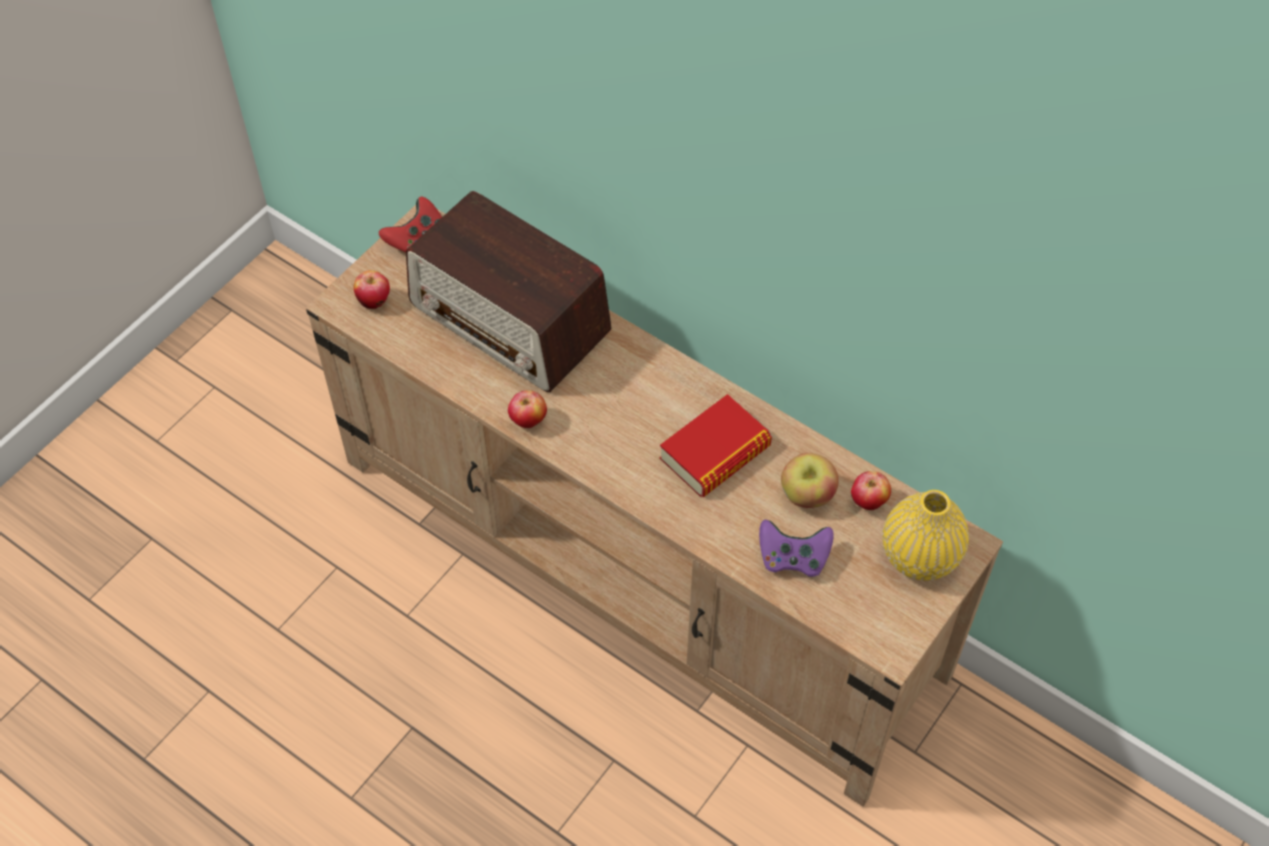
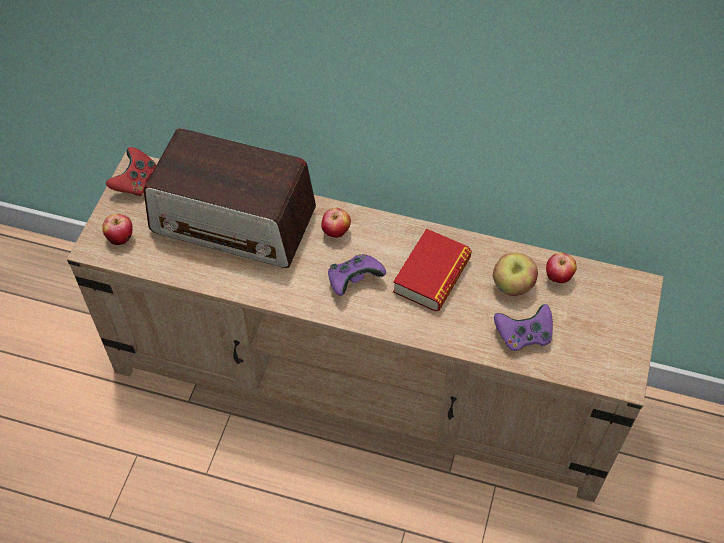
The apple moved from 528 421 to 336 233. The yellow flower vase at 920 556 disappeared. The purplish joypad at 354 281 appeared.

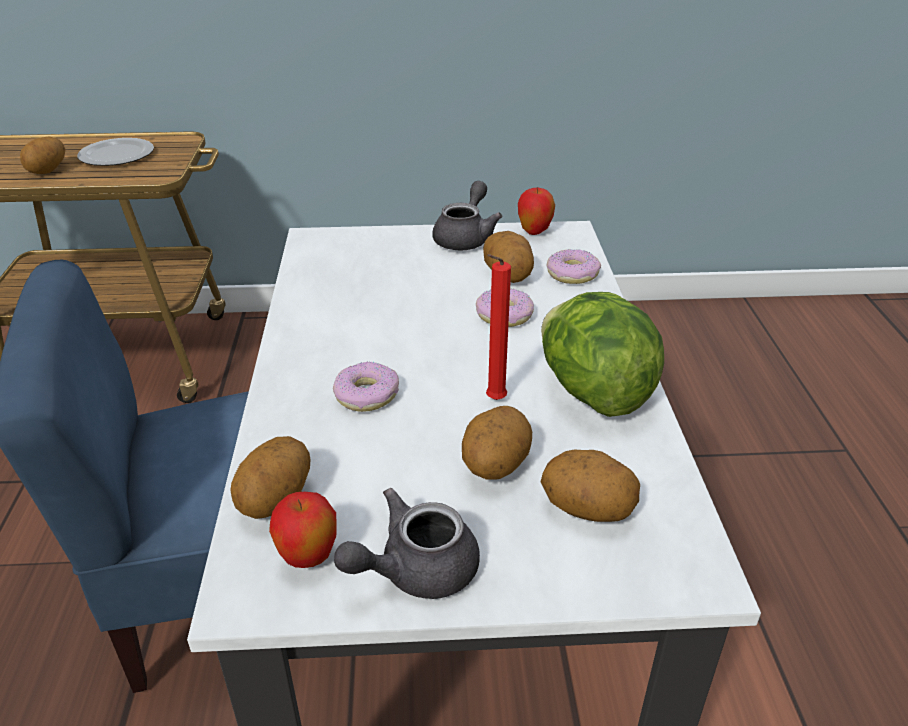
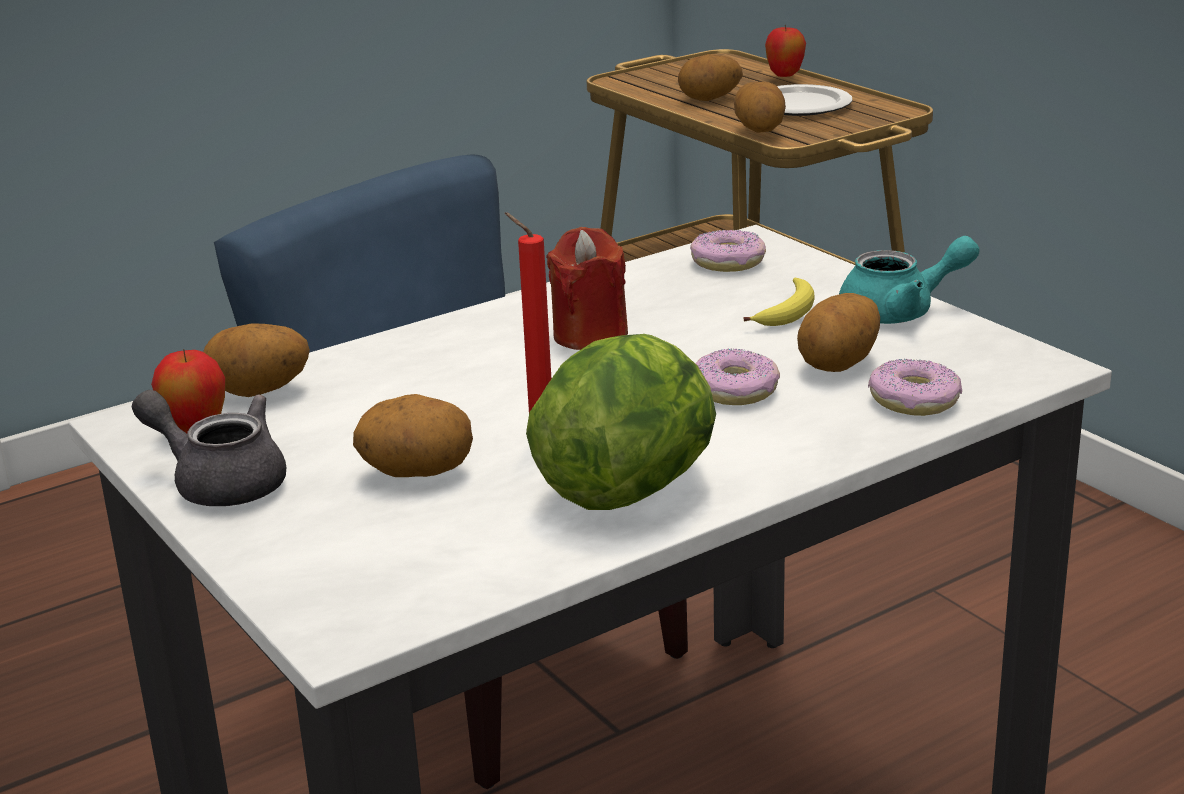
The donut moved from 366 395 to 727 262. The greyish pot for tea at 466 237 became the turquoise-coloured pot for tea at 900 312. The apple moved from 534 232 to 785 76. The whole potato moved from 587 509 to 760 130. The red candle at 590 335 appeared. The whole banana at 787 312 appeared.

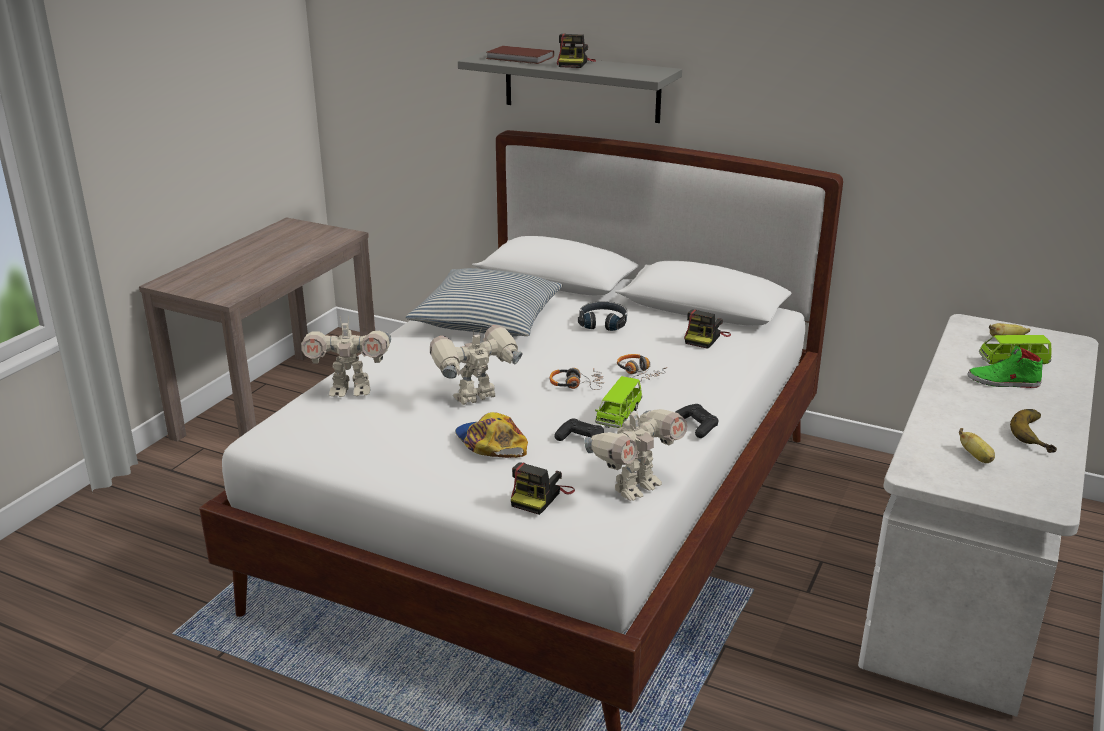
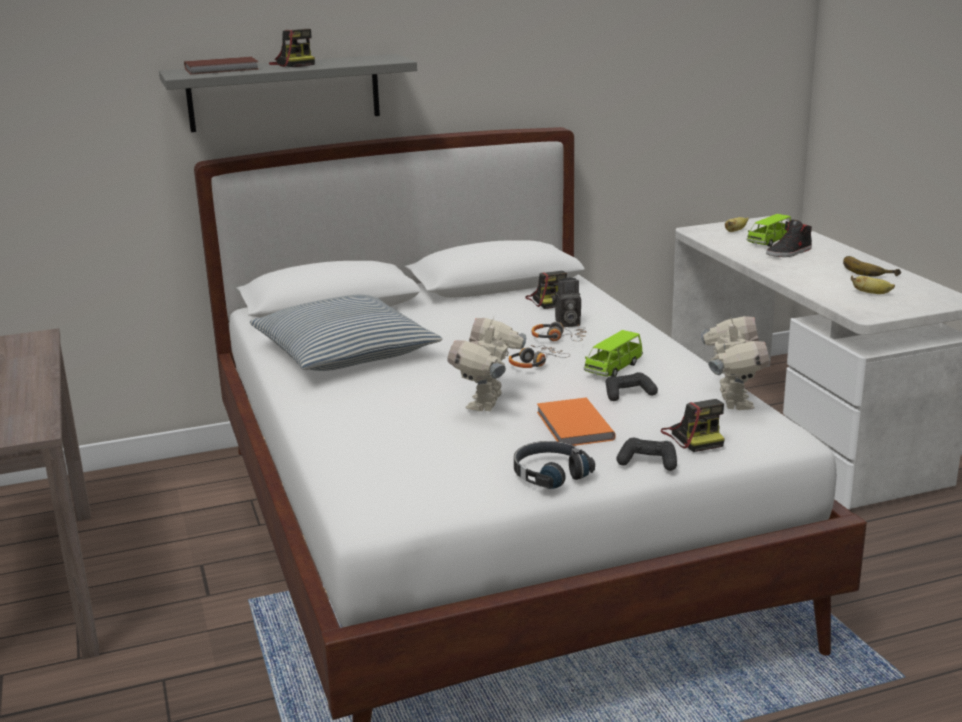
The toy robot at 350 390 disappeared. The cap at 490 444 was replaced by the orange book at 573 426. The black-coloured headphones moved from 603 322 to 549 473. The green-coloured model car at 618 415 turned 60 degrees clockwise. The black-coloured joypad moved from 696 426 to 648 462. The green-coloured shoe at 1003 382 became the black-coloured shoe at 789 252. The still camera at 566 324 appeared.

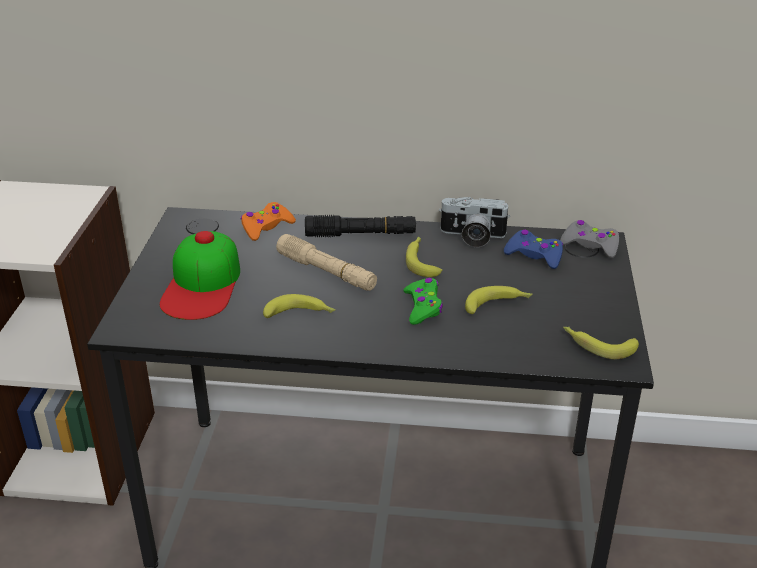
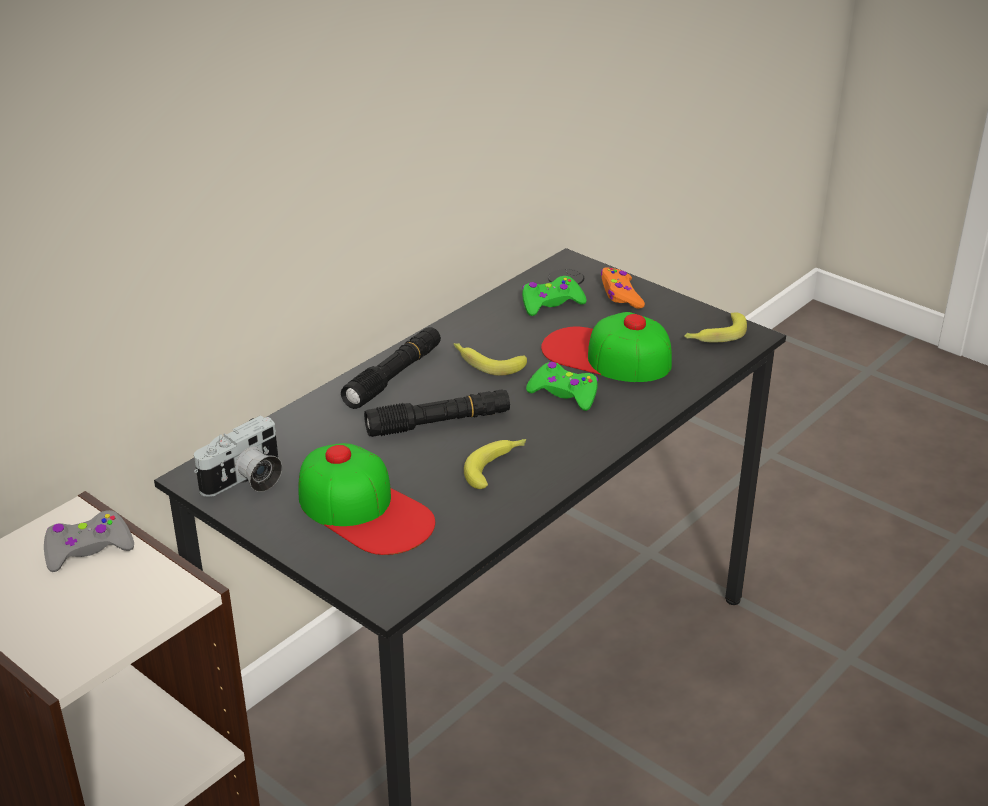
The orange joypad moved from 266 227 to 620 295. The sand-coloured flashlight at 326 272 became the black-coloured flashlight at 438 423. The still camera moved from 472 237 to 246 481. The whole banana at 498 305 was replaced by the cap at 606 355. The blue joypad at 534 255 became the green-coloured joypad at 551 303. The greyish joypad moved from 590 245 to 88 549.

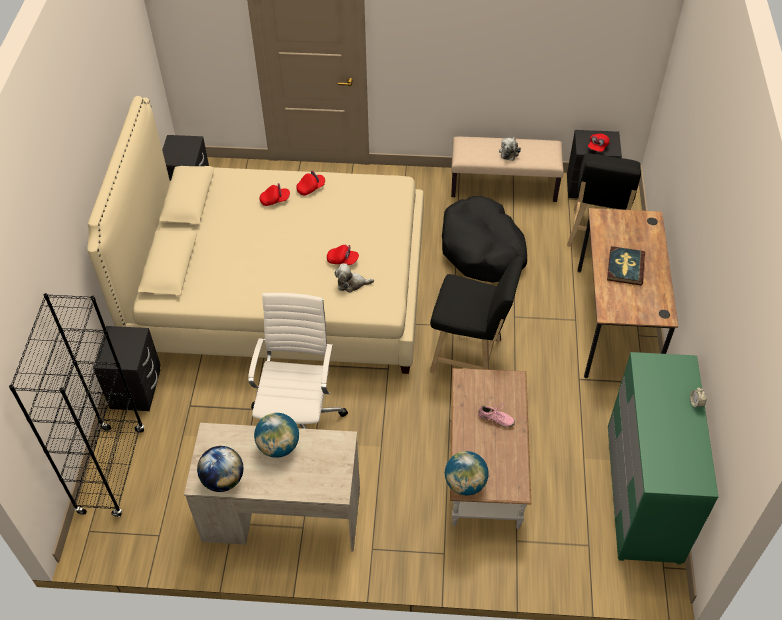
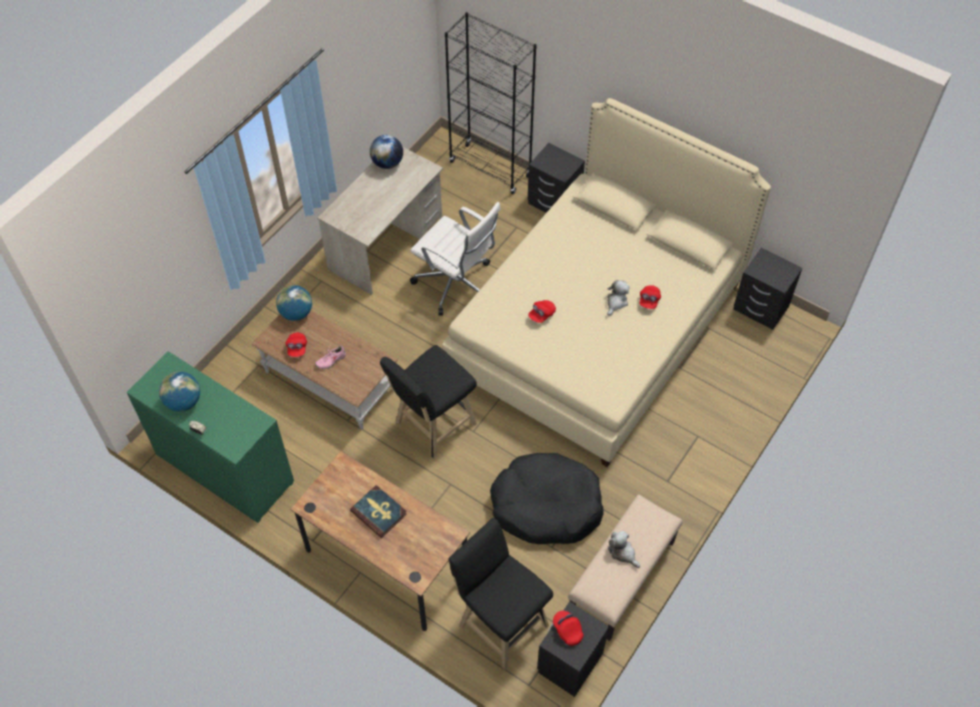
The desk globe moved from 278 446 to 183 402. The red cap moved from 311 188 to 297 348. The plush toy moved from 352 284 to 616 302.

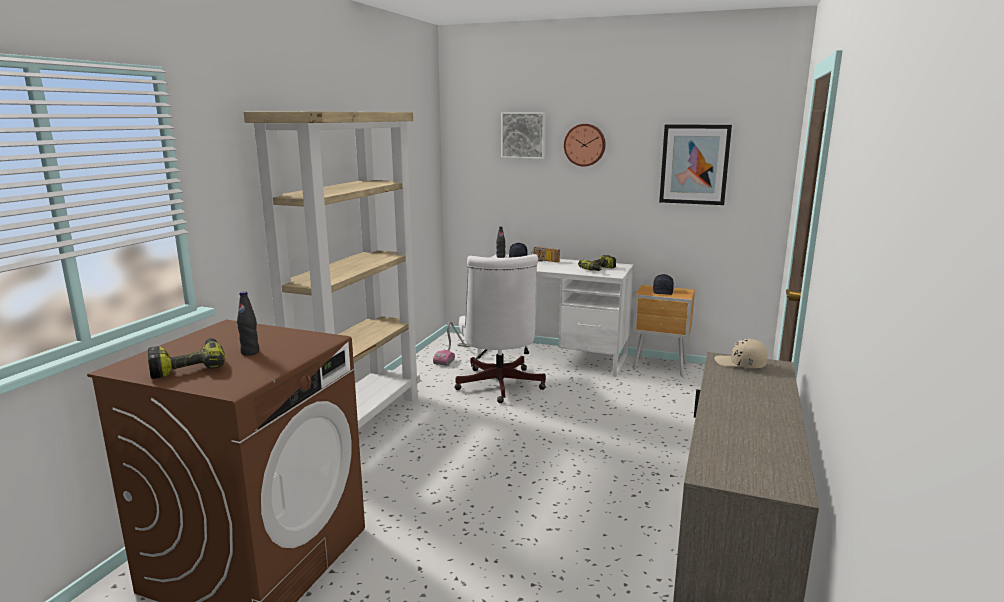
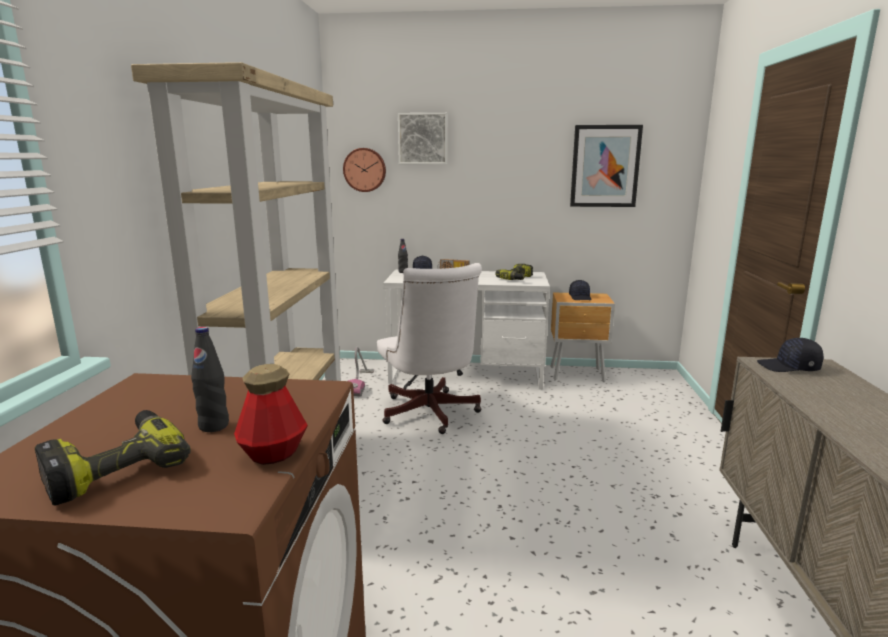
The clock on the wall moved from 585 145 to 365 170. The sand-coloured cap at 740 364 became the black-coloured cap at 789 367. The drink bottle at 273 453 appeared.

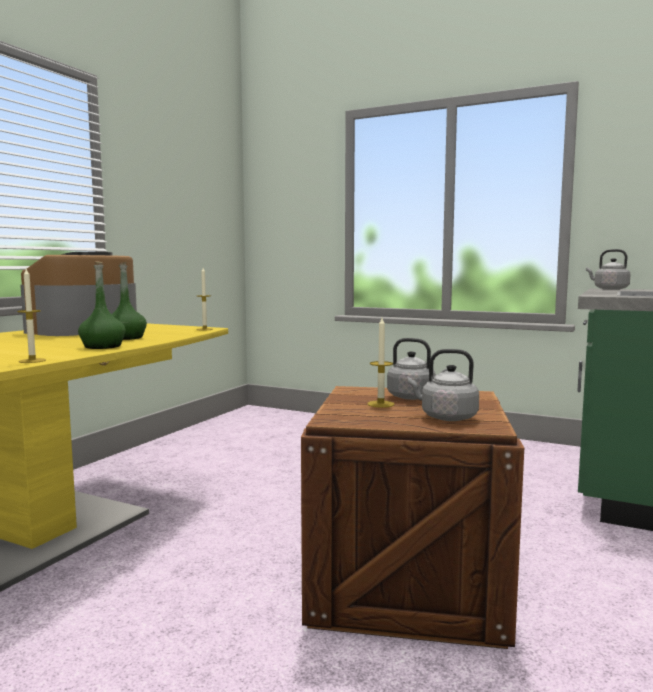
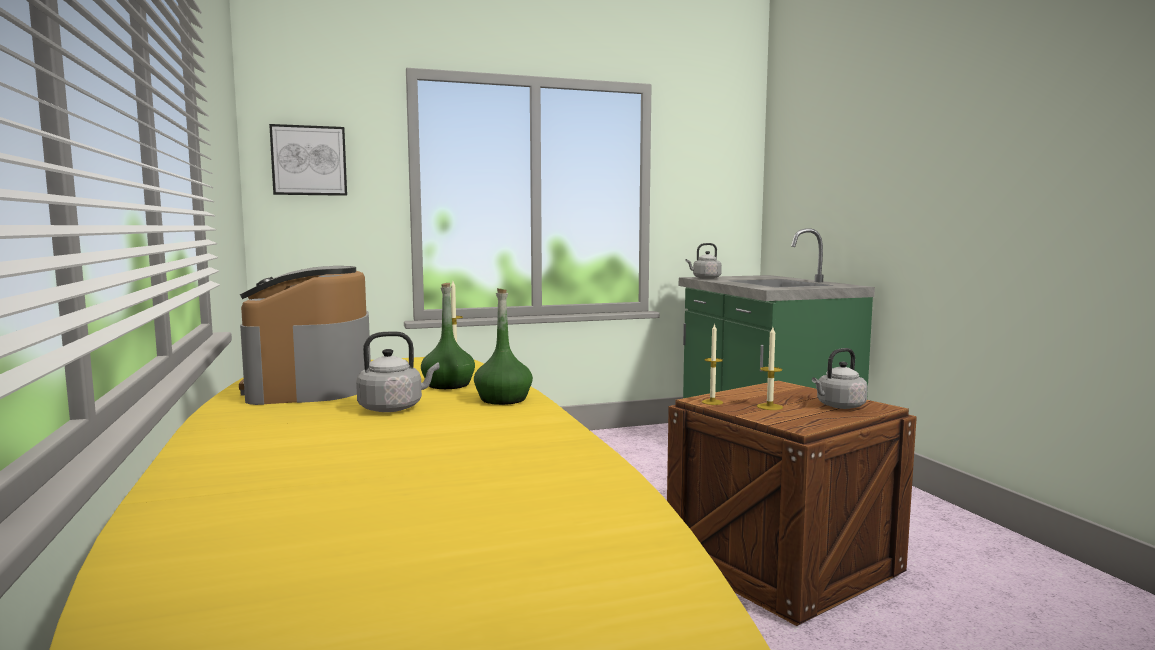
The candle moved from 32 361 to 712 402. The greyish water kettle moved from 414 397 to 394 408. The wall picture at 309 160 appeared.

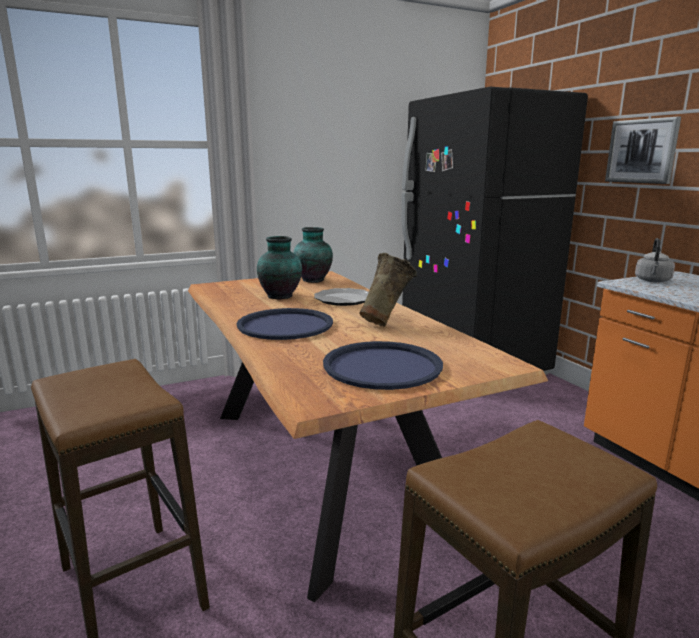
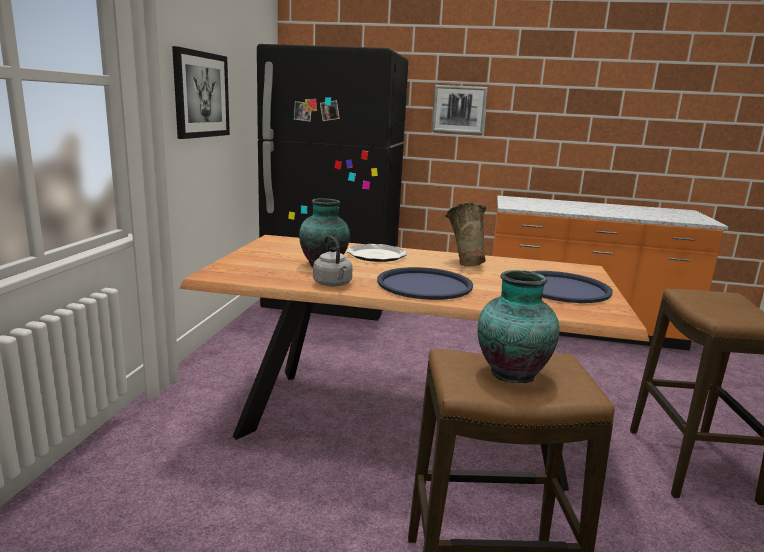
The flower vase moved from 313 280 to 510 373. The greyish water kettle moved from 652 281 to 333 284. The wall picture at 201 95 appeared.

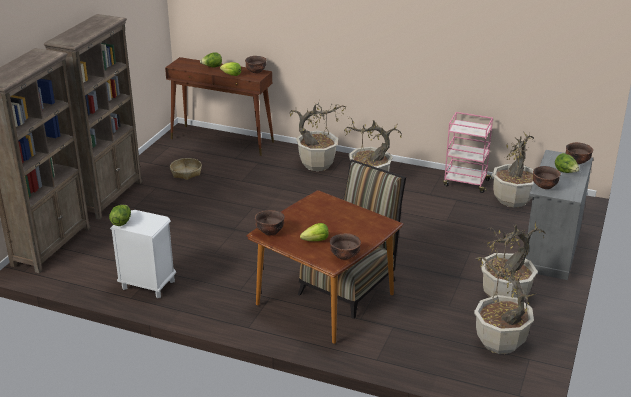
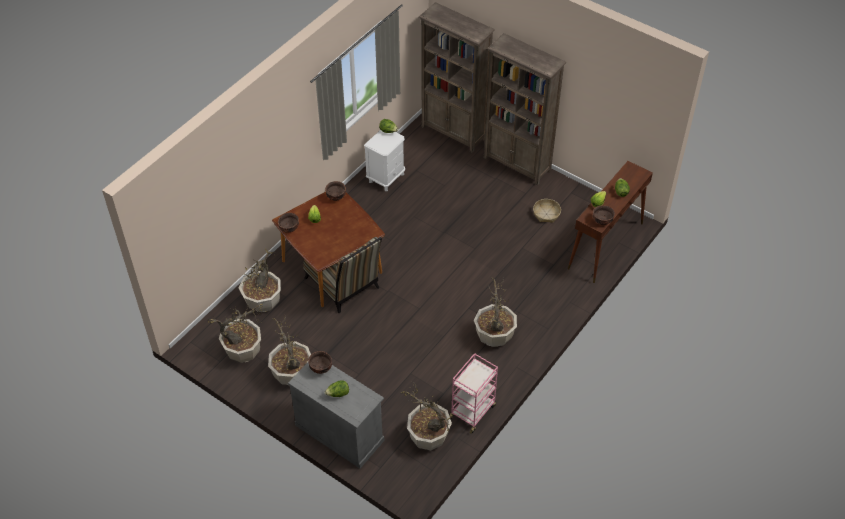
The potted plant moved from 317 164 to 263 302. The brown serving bowl at 577 161 disappeared.

